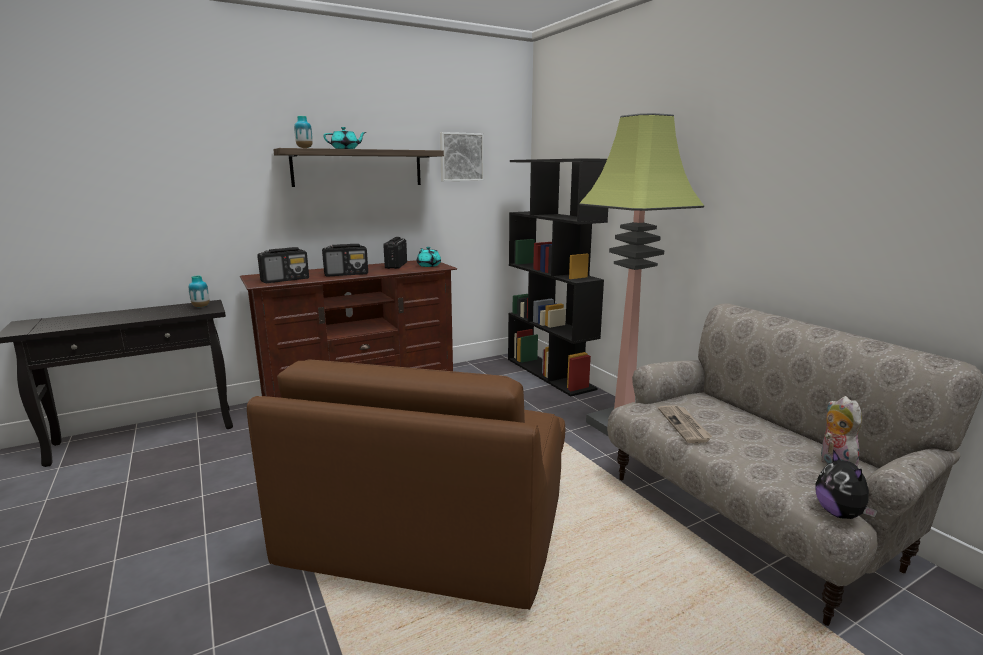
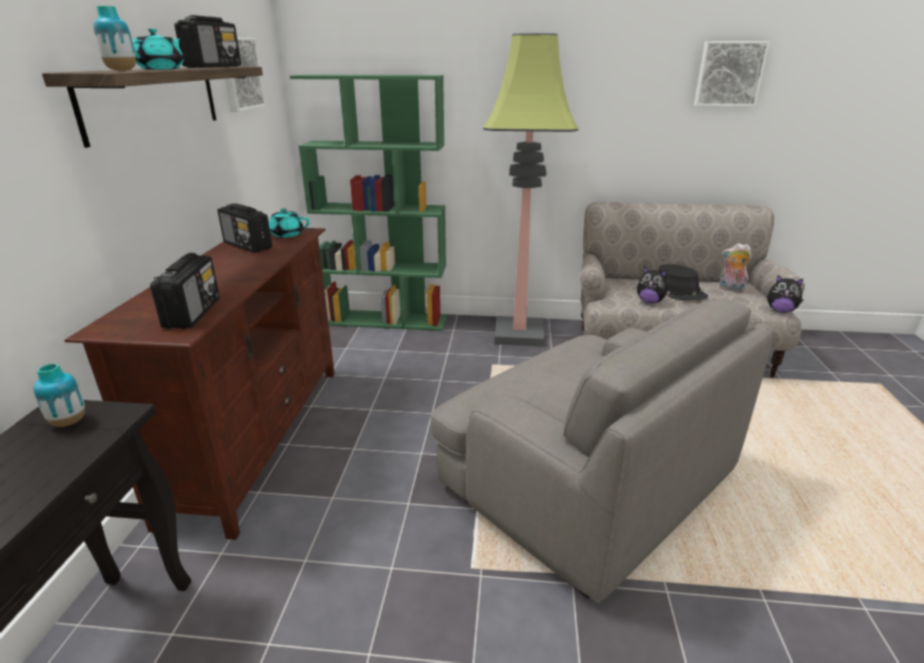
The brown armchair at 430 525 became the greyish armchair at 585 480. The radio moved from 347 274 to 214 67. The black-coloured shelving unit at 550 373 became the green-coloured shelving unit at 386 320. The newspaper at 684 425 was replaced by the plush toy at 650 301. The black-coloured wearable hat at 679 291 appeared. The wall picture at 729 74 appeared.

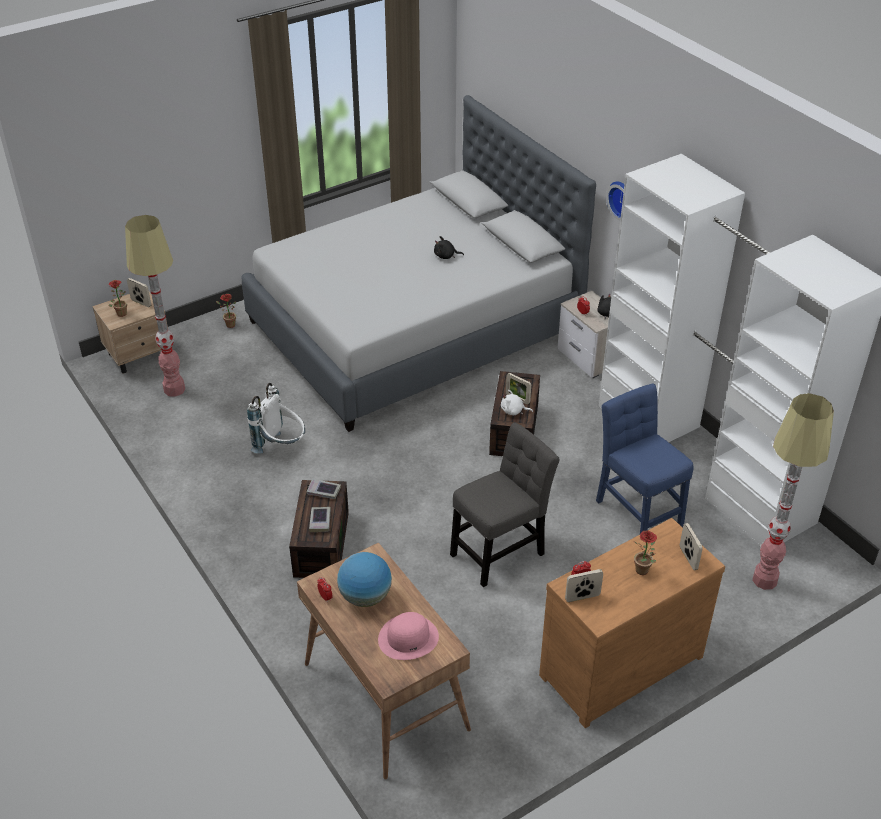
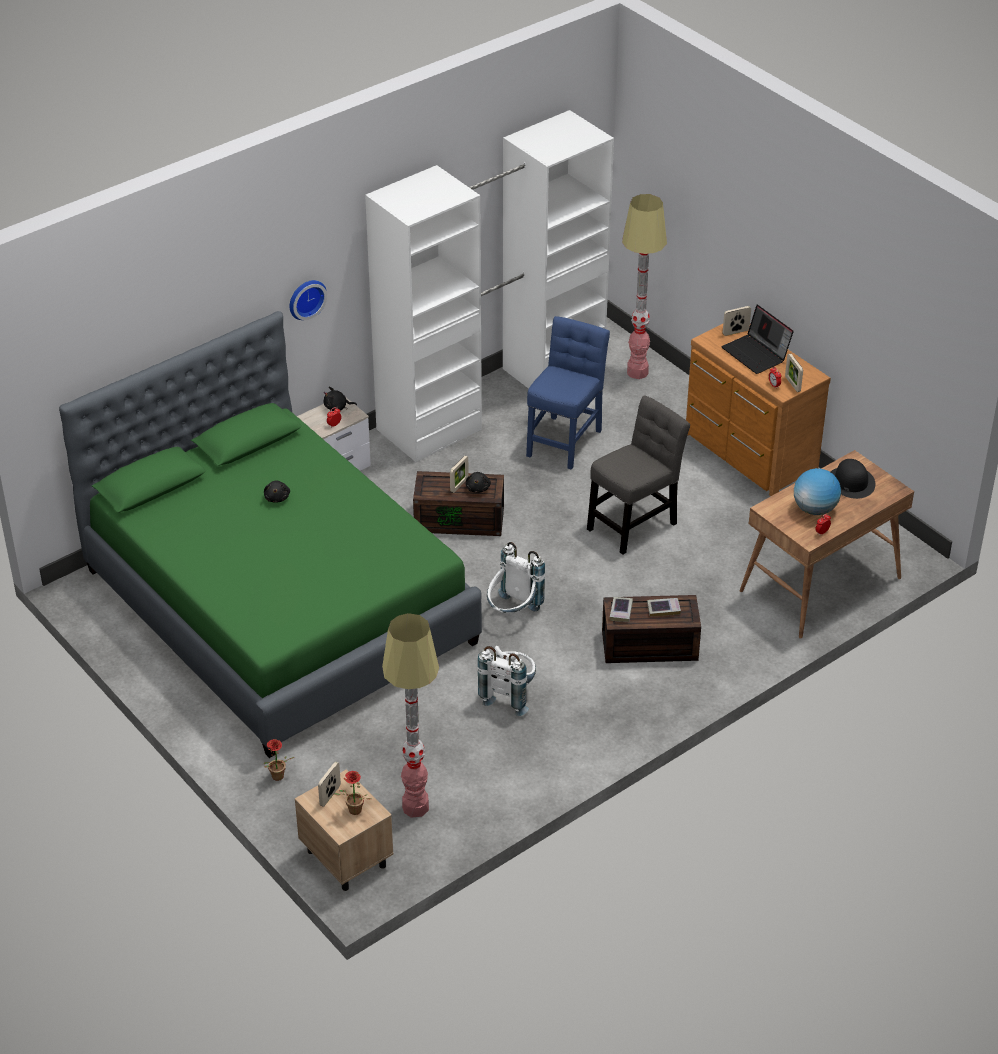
The greyish bed at 414 327 became the green-coloured bed at 280 606. The pinkish wearable hat at 408 638 became the black-coloured wearable hat at 850 482. The greyish upright chair at 500 551 turned 90 degrees clockwise. The whitish plush toy at 513 411 became the black-coloured plush toy at 478 488. The blue upright chair at 637 510 turned 150 degrees clockwise. The potted plant at 644 572 was replaced by the laptop at 756 354. The whitish rucksack at 513 613 appeared.

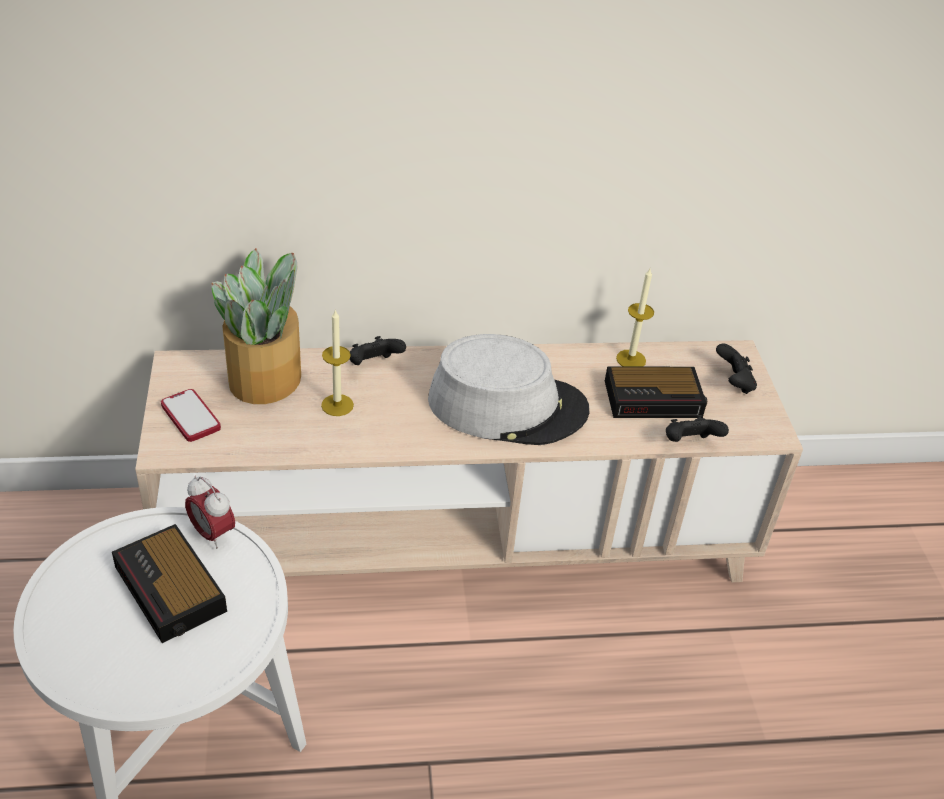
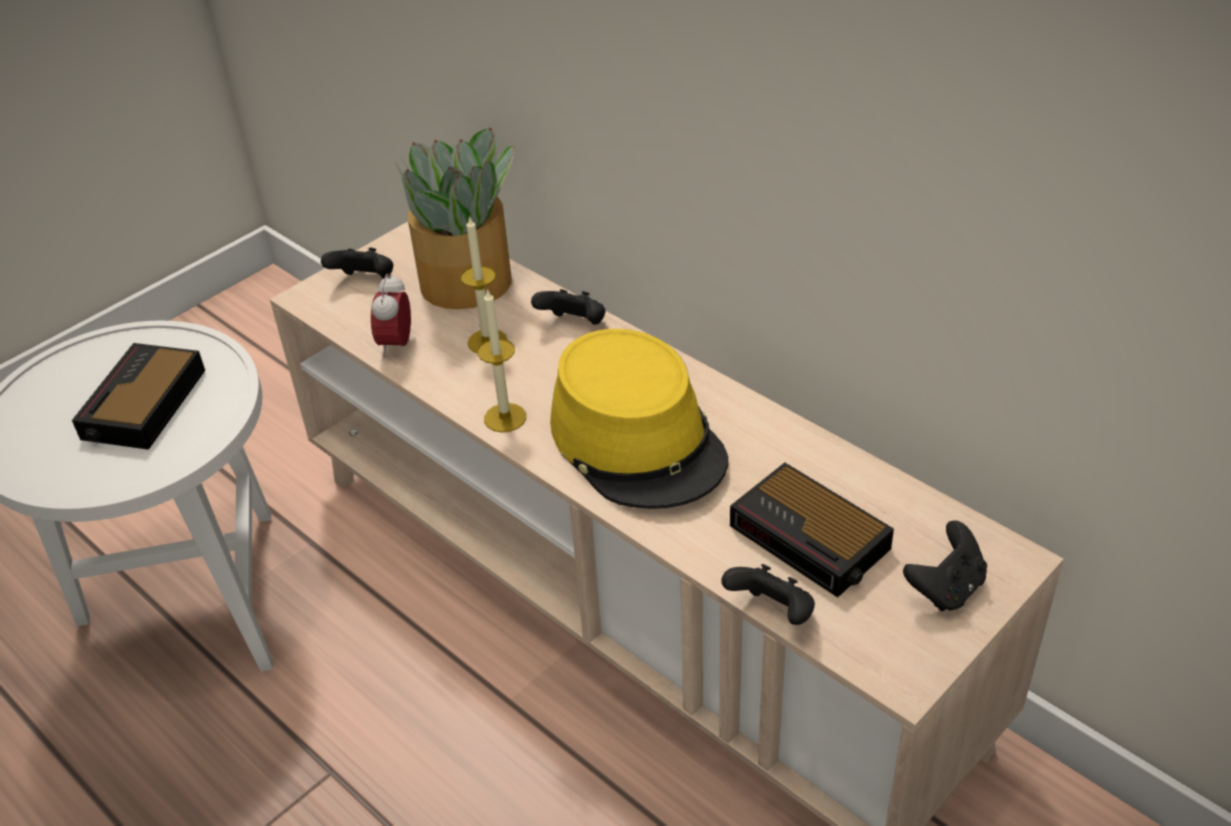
The telephone at 190 417 was replaced by the black-coloured joypad at 365 281. The table clock moved from 212 534 to 396 345. The greyish wearable hat at 507 405 became the yellow wearable hat at 638 440. The candle moved from 631 359 to 505 417.

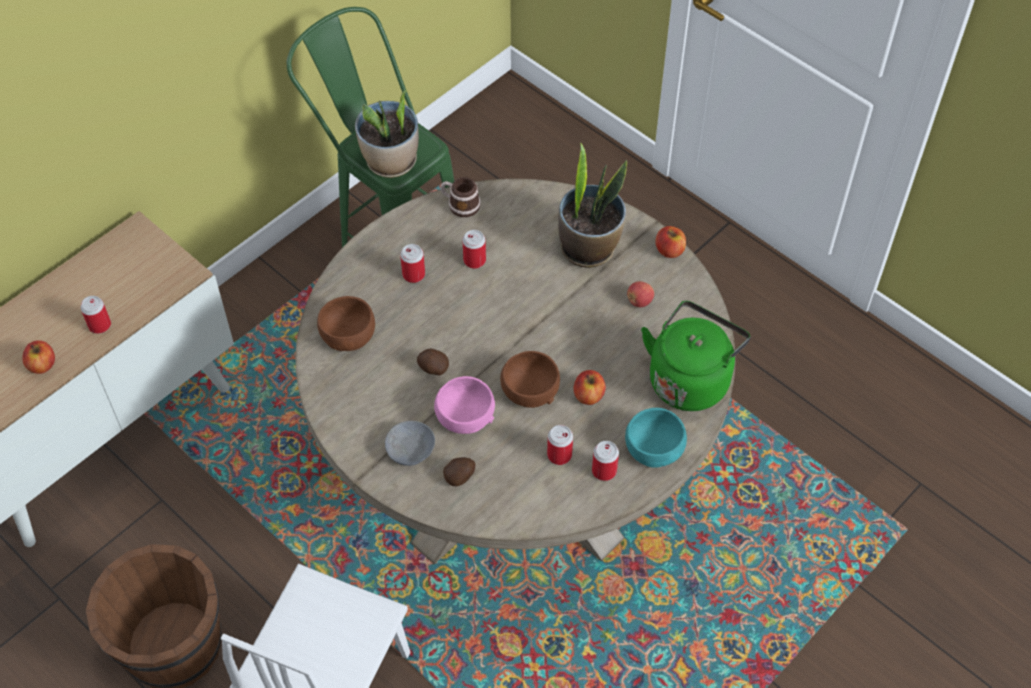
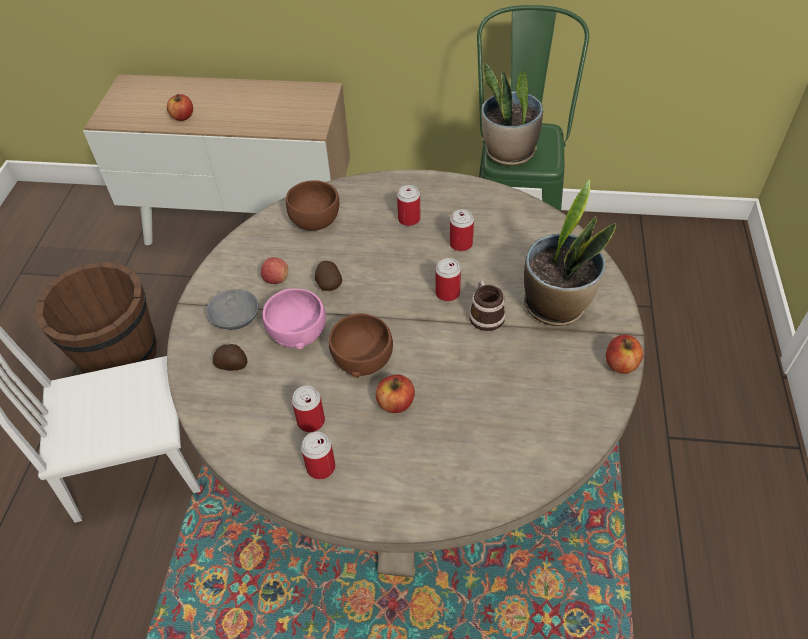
The can moved from 100 325 to 447 293. The coffee mug moved from 460 204 to 485 314. The turquoise-coloured serving bowl at 654 449 disappeared. The apple moved from 639 301 to 276 279. The green-coloured water kettle at 690 378 disappeared.

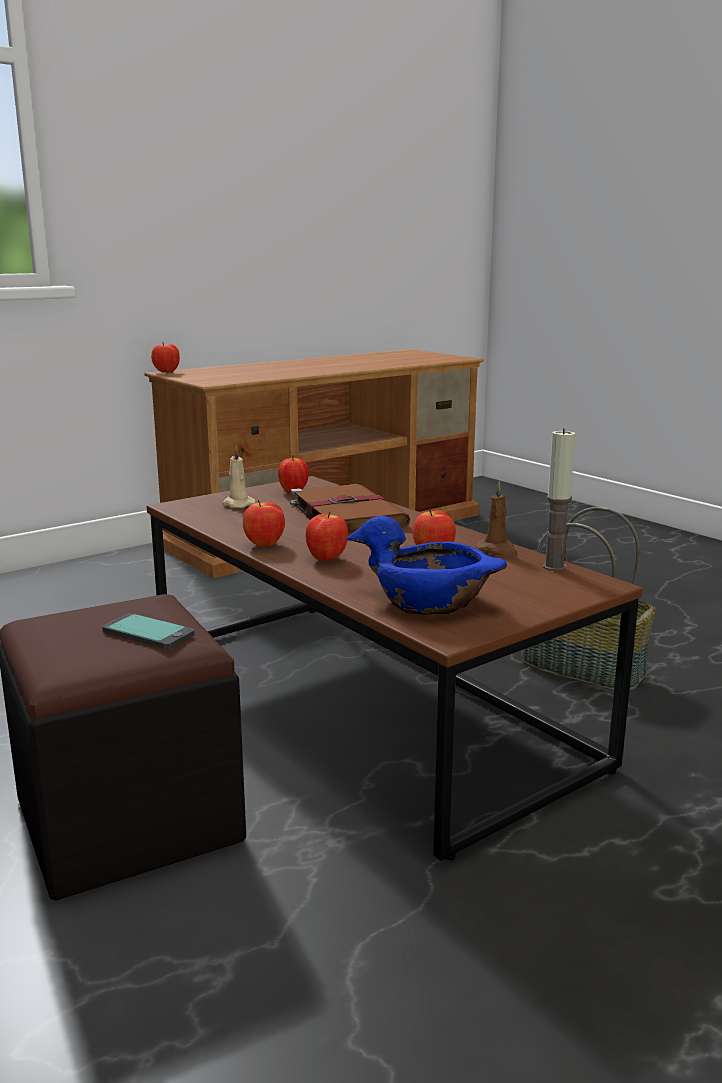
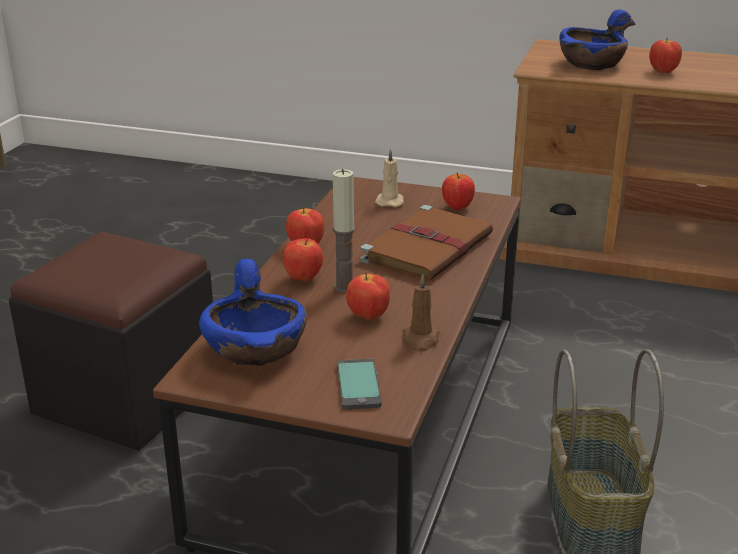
The telephone moved from 148 633 to 359 385. The apple moved from 166 372 to 662 72. The candle moved from 554 567 to 344 287. The blue serving bowl at 592 64 appeared.

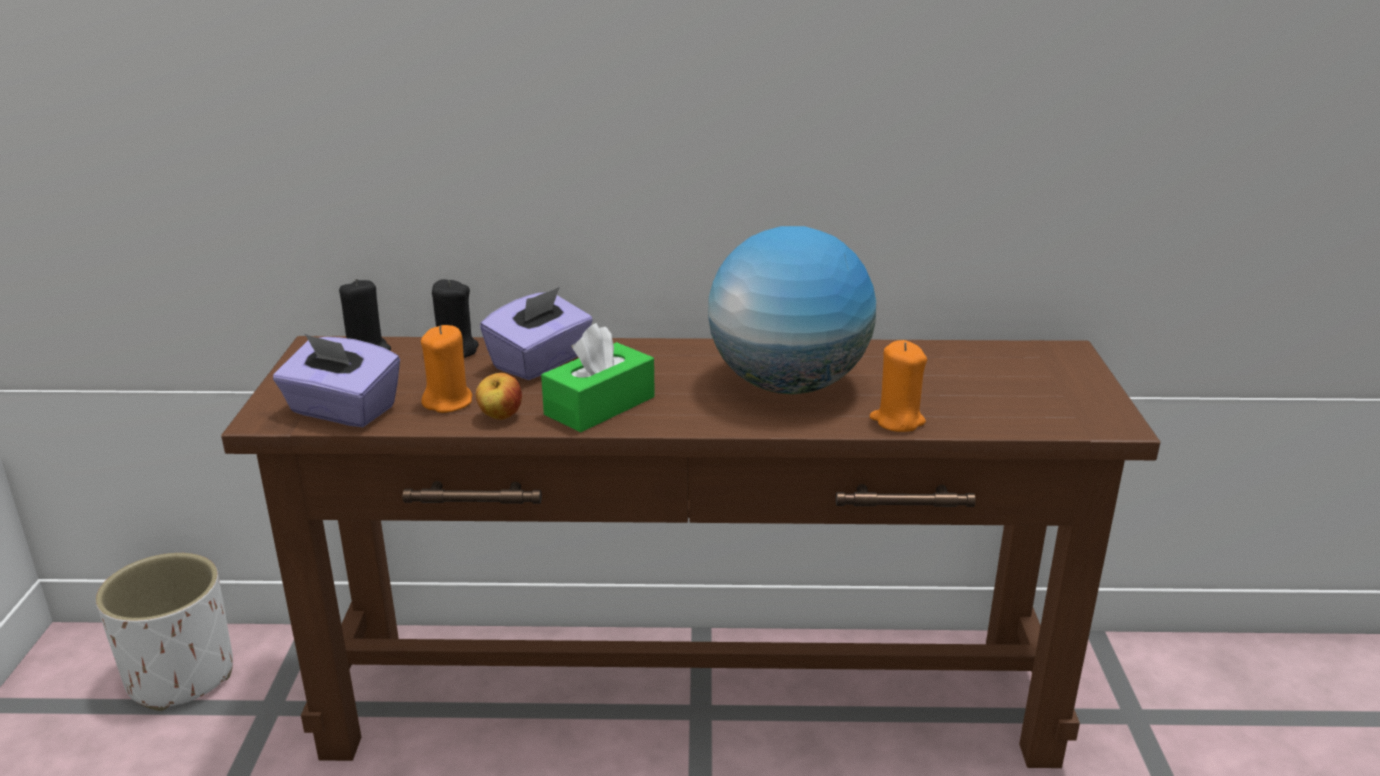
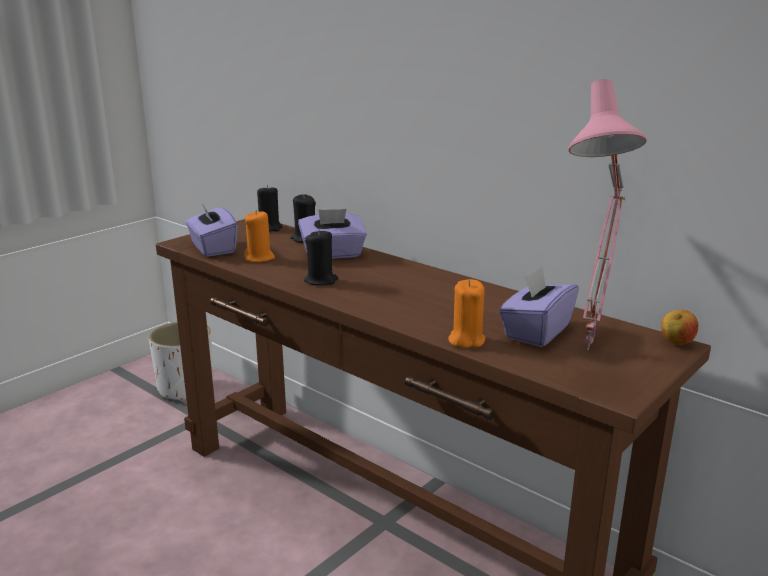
The apple moved from 500 417 to 676 343. The green-coloured box of tissues at 600 406 was replaced by the black-coloured candle at 321 280. The desk globe at 788 385 disappeared. The purplish box of tissues at 536 332 appeared. The pinkish tabletop lamp at 593 349 appeared.

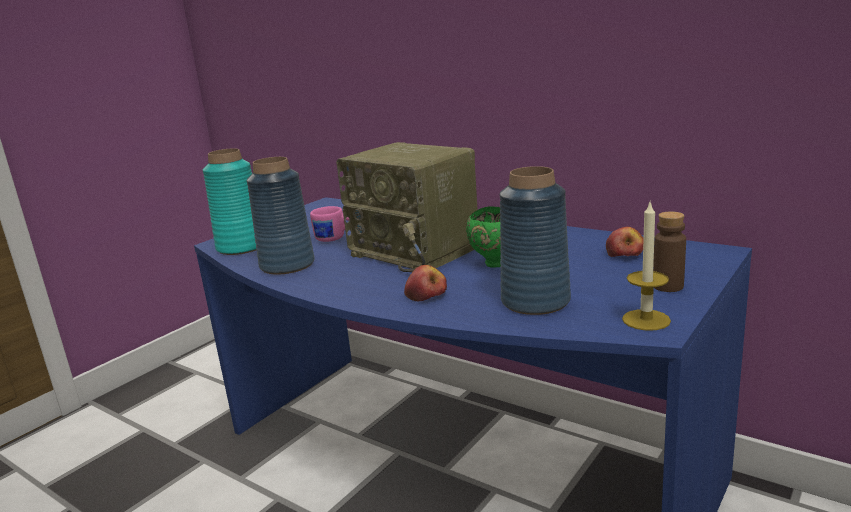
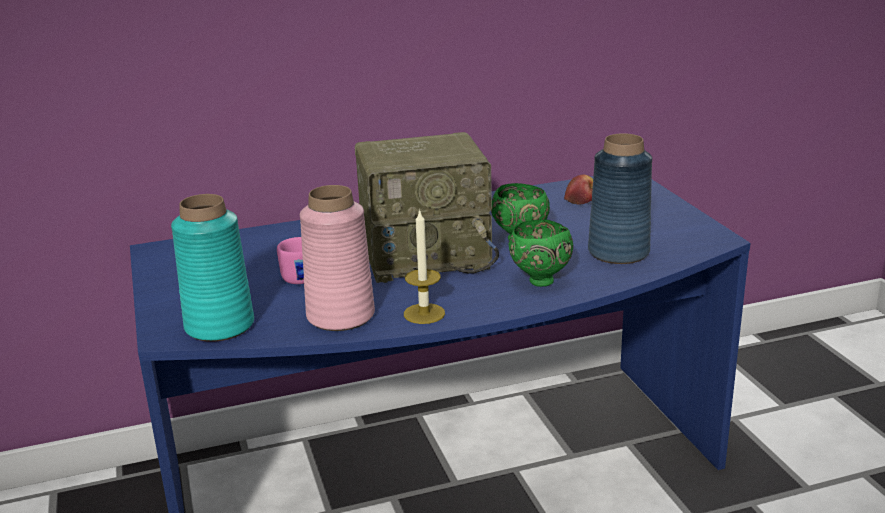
The blue flower vase at 287 265 became the pinkish flower vase at 340 316. The apple at 426 295 was replaced by the green-coloured serving bowl at 539 281. The candle moved from 646 320 to 424 313. The brown drink bottle at 668 286 disappeared.

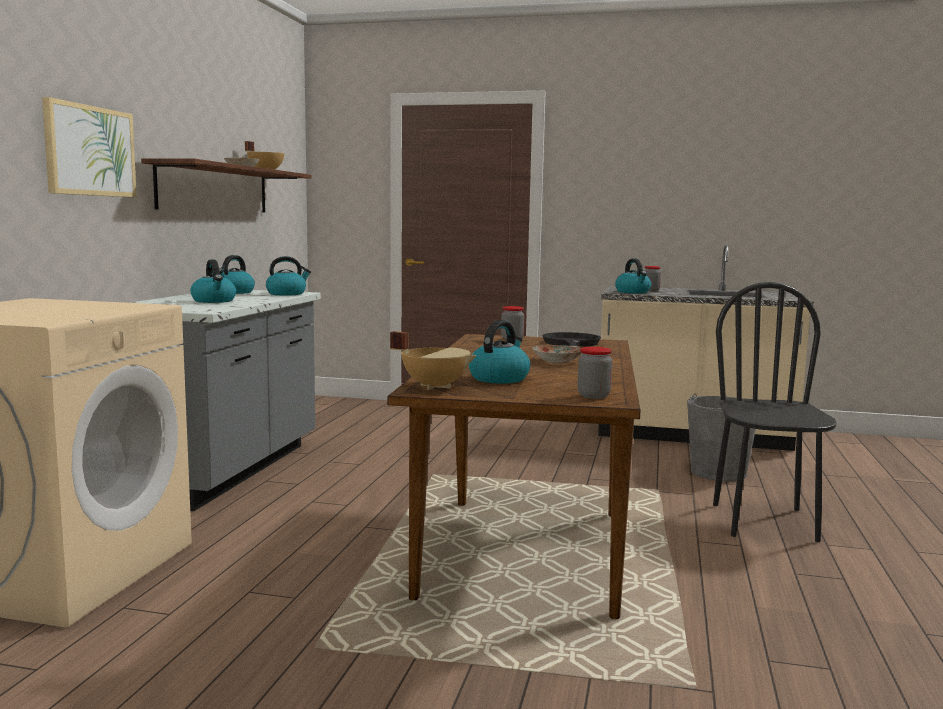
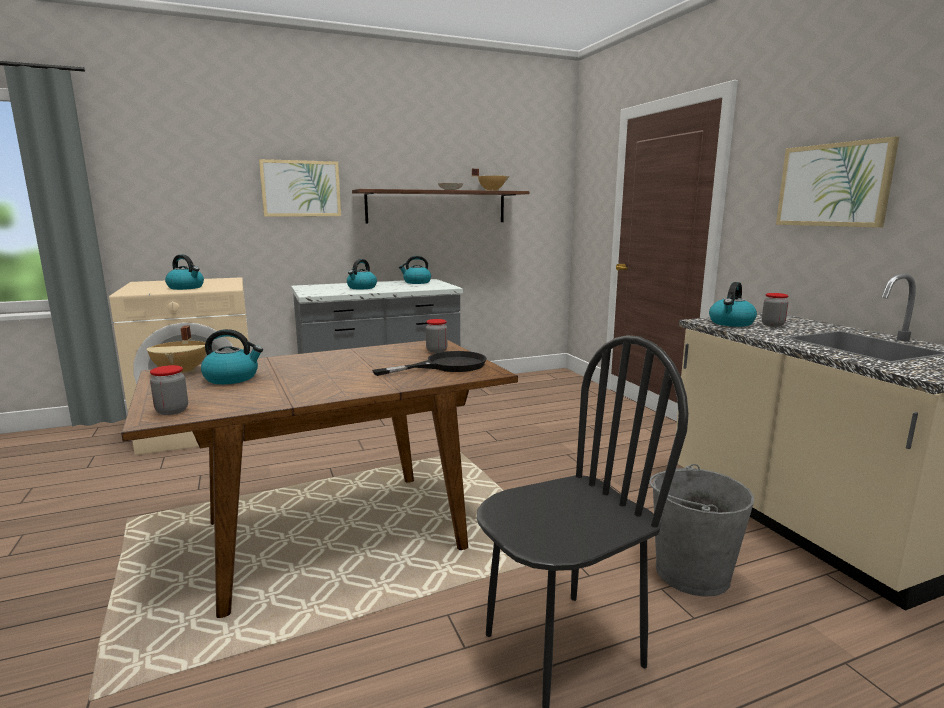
The water kettle moved from 287 294 to 186 287. The flat dish at 557 361 disappeared. The wall picture at 833 185 appeared.

